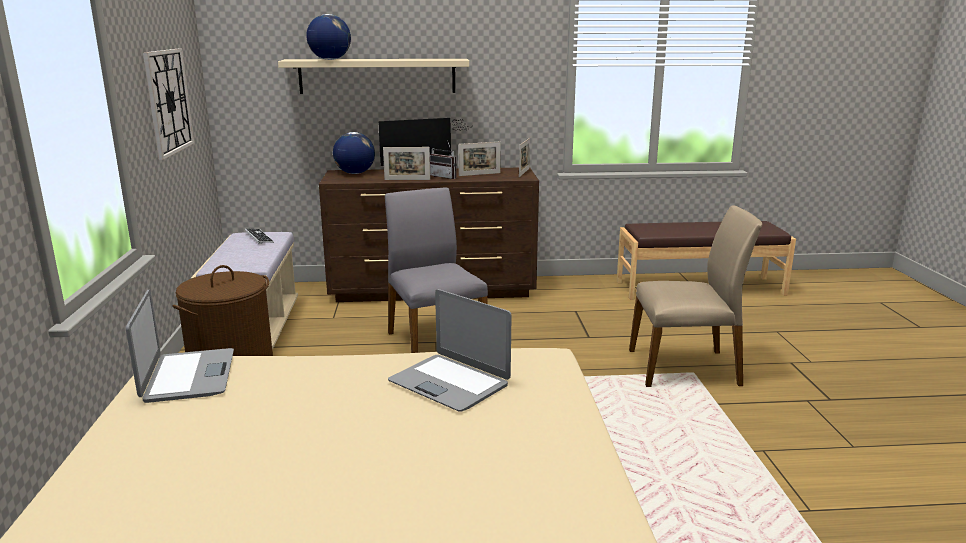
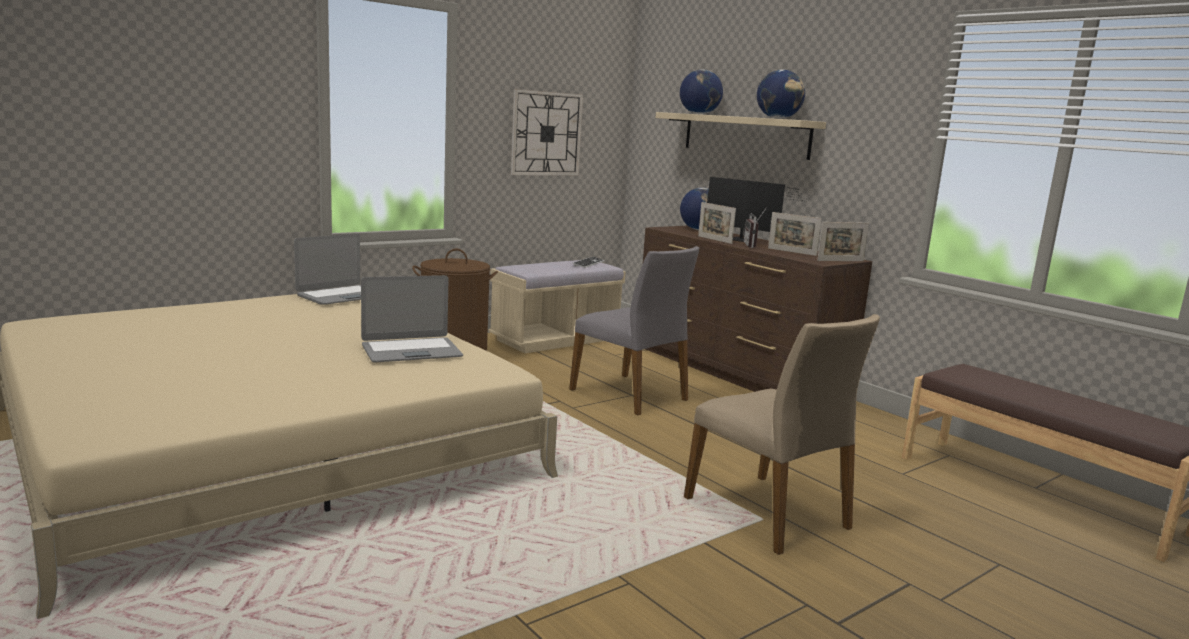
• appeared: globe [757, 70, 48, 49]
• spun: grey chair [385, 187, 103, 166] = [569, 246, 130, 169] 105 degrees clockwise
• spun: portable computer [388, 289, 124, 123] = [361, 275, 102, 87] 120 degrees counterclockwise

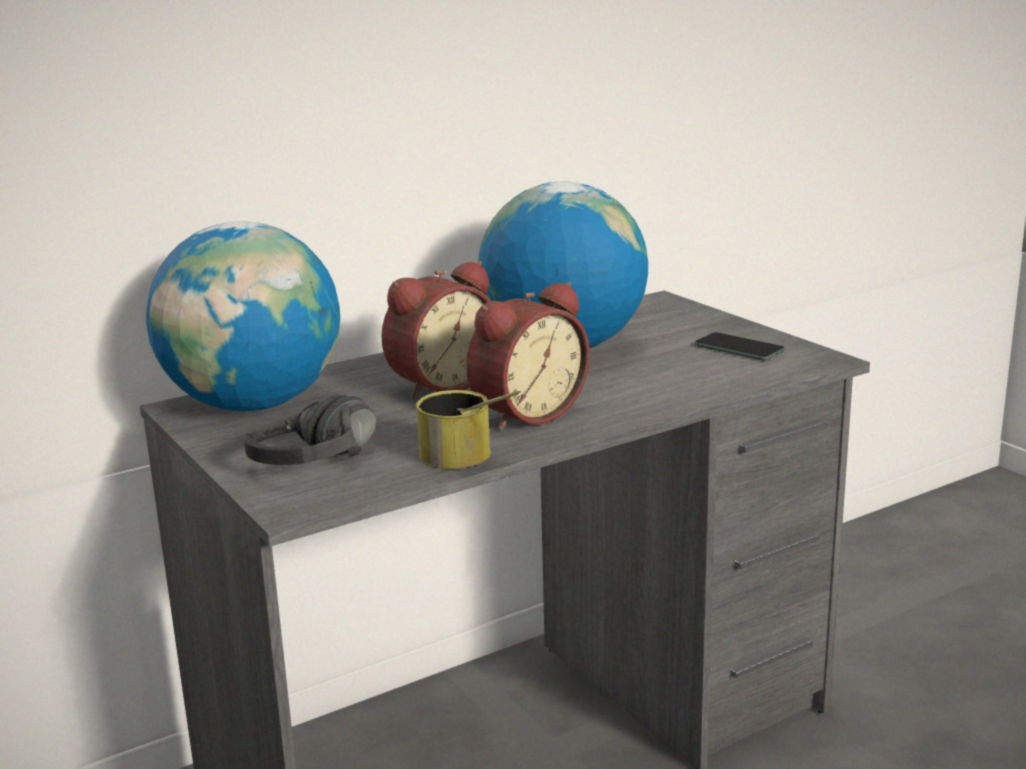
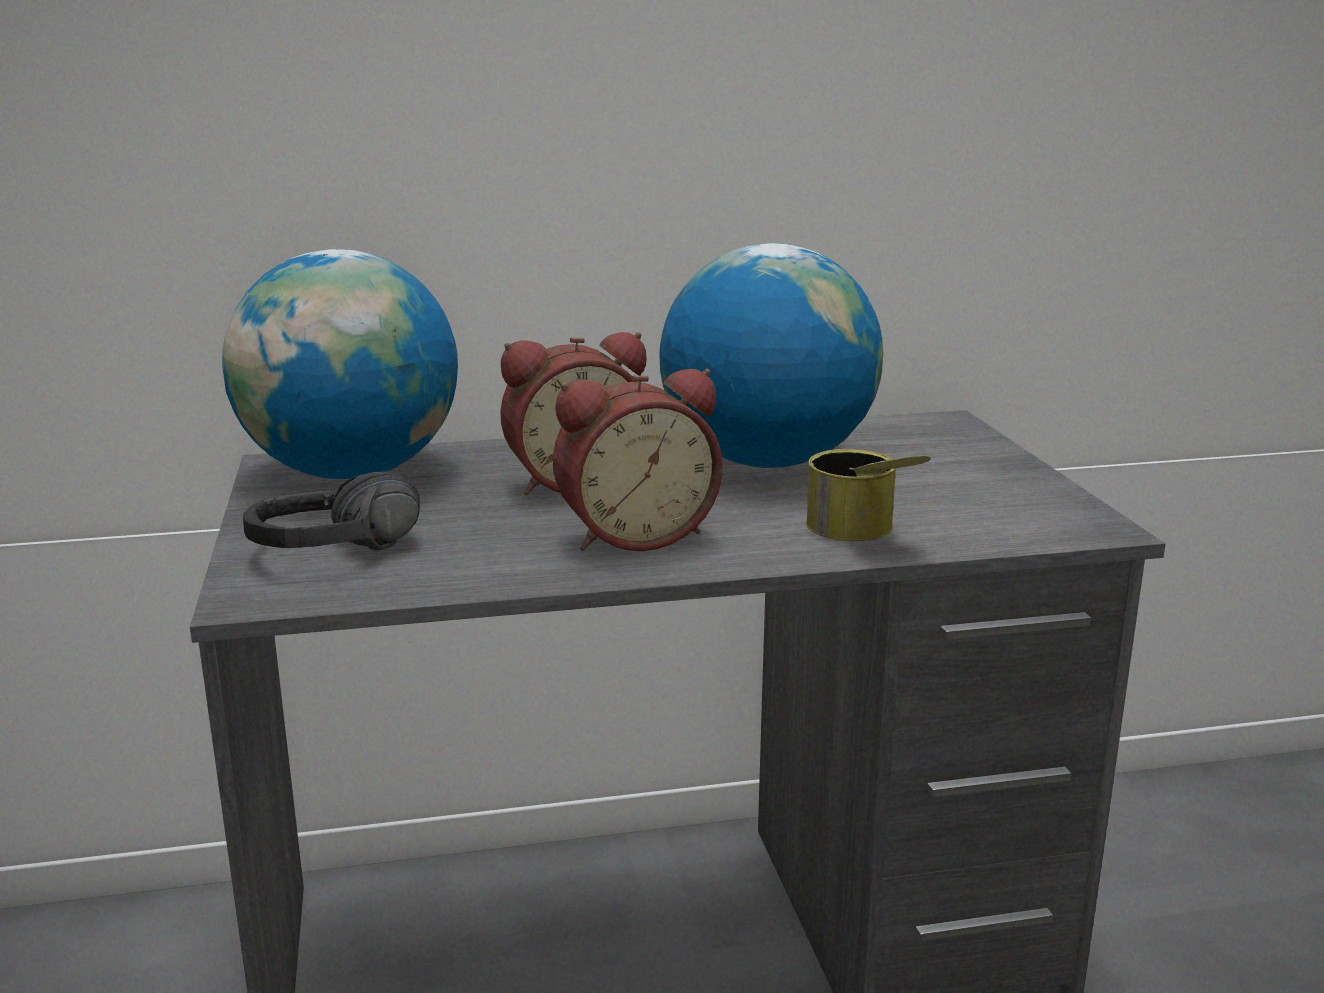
• missing: handset [695, 332, 90, 28]
• relocated: sealed can [416, 390, 105, 79] to [806, 449, 125, 92]

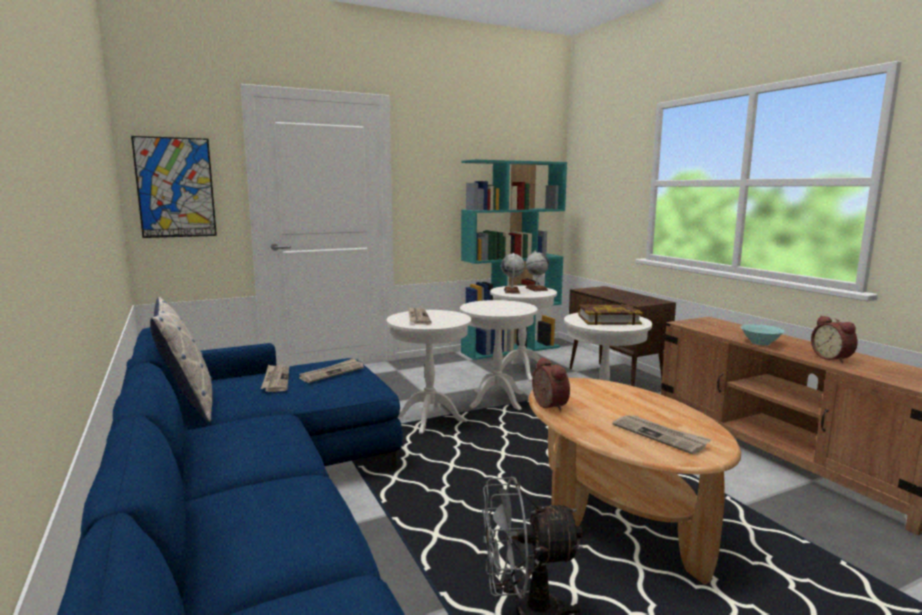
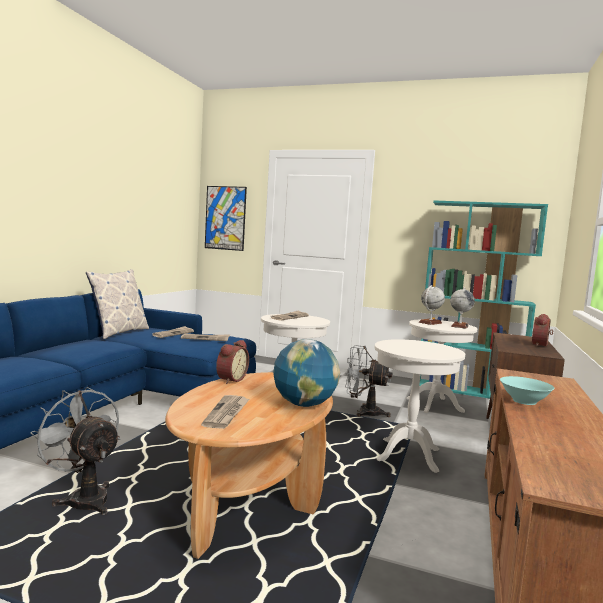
• missing: book [578, 304, 65, 21]
• appeared: globe [273, 339, 67, 68]
• relocated: bedside clock [811, 315, 47, 48] to [532, 314, 22, 33]
• exchanged: white side table [460, 300, 77, 110] to grey fan [345, 345, 47, 72]

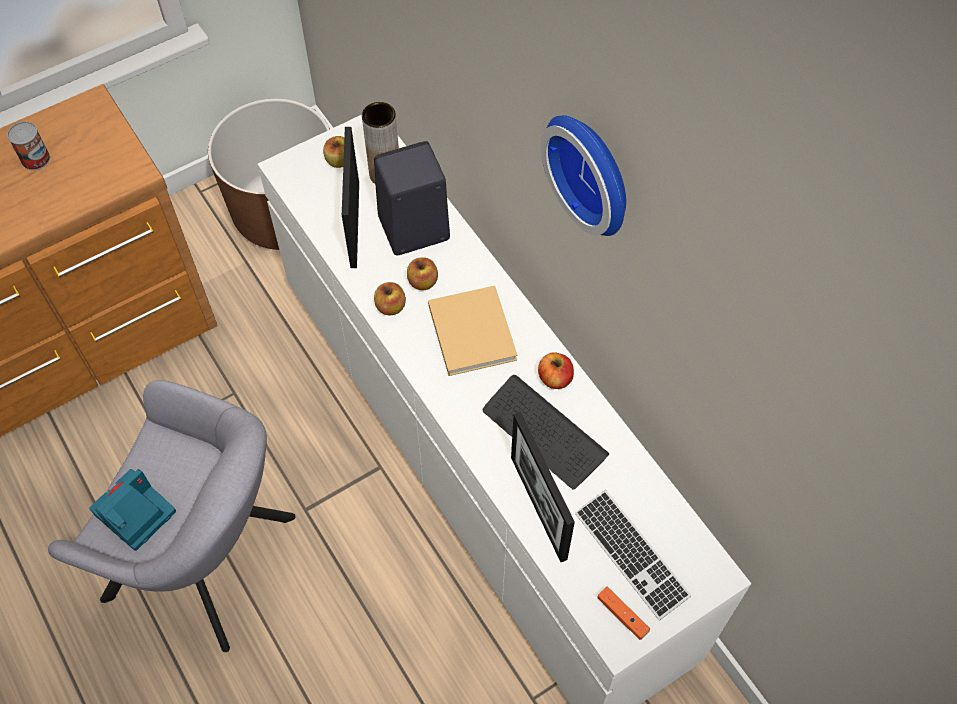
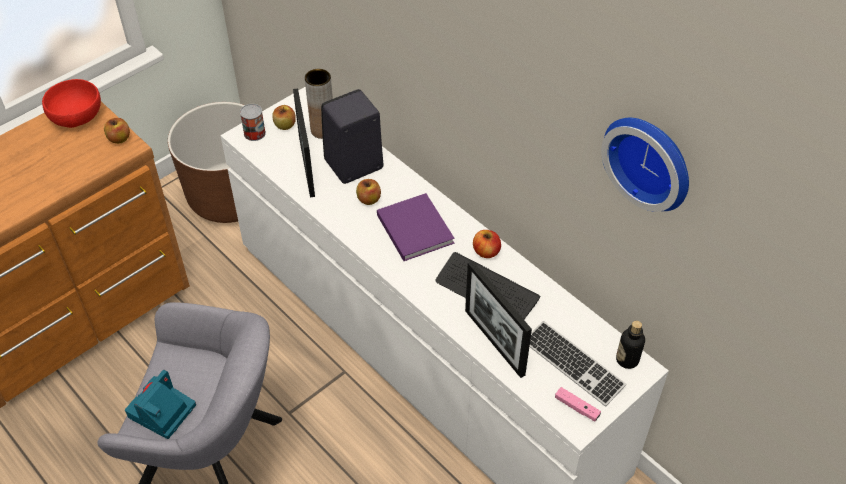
• appeared: red-coloured serving bowl [42, 79, 59, 49]
• appeared: drink bottle [616, 321, 29, 48]
• relocated: sealed can [7, 122, 43, 48] to [240, 104, 26, 37]
• relocated: whole apple [374, 282, 32, 34] to [104, 118, 26, 26]
• relocated: wall clock [541, 115, 85, 121] to [601, 118, 88, 94]
• colour: sand-coloured book [428, 286, 90, 90] to purplish book [377, 193, 78, 68]
• colour: orange gamepad [597, 586, 53, 54] to pink gamepad [555, 387, 46, 35]

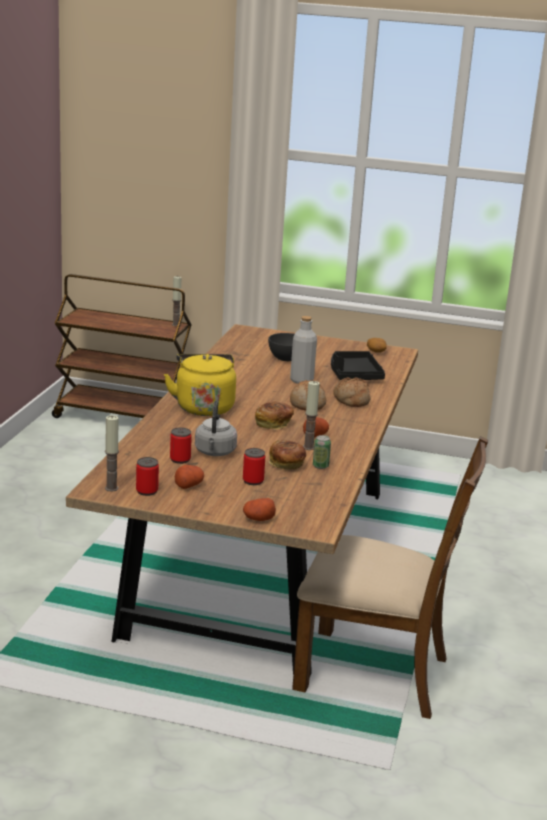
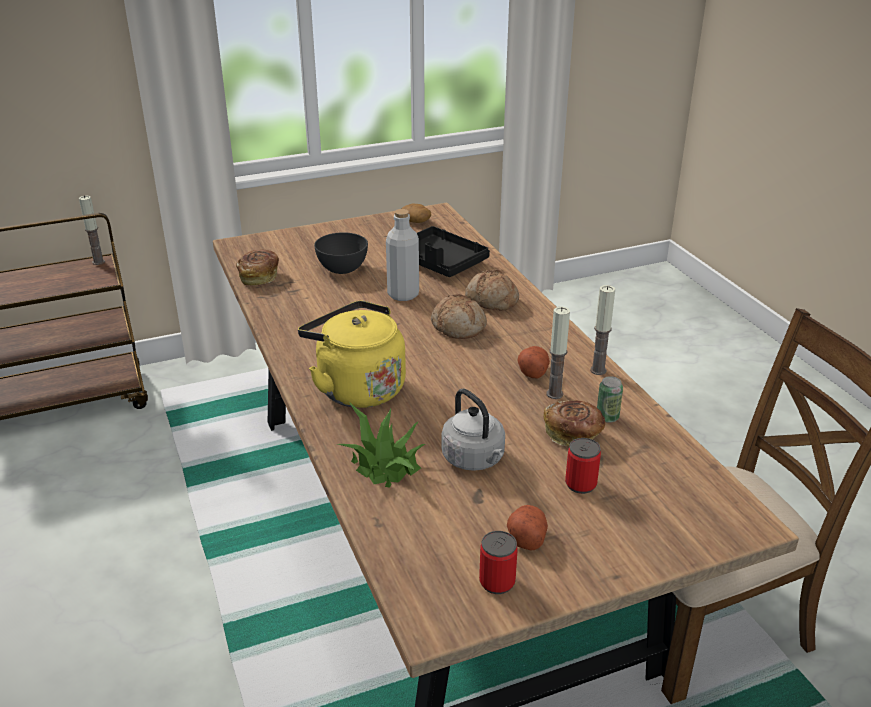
• missing: sealed can [170, 428, 22, 36]
• missing: spud [243, 498, 33, 23]
• appeared: potted plant [336, 403, 90, 85]
• relocated: wax candle [105, 415, 14, 77] to [590, 285, 25, 90]
• relocated: bakery bread [255, 402, 39, 27] to [236, 249, 43, 37]

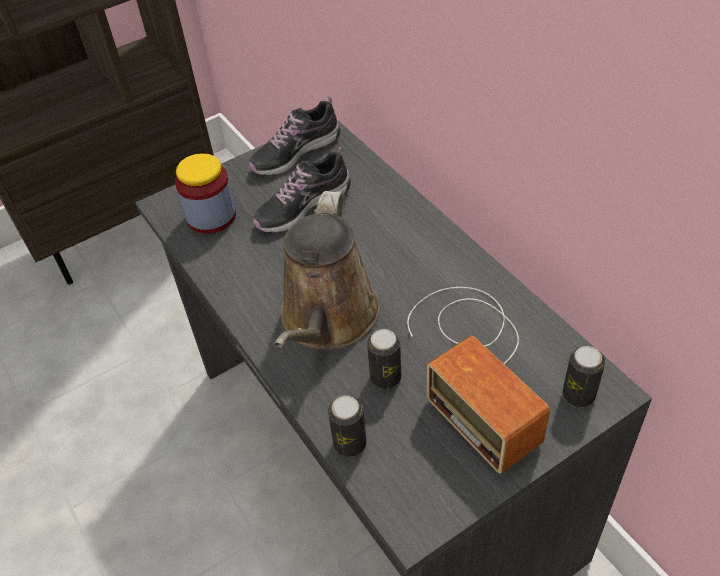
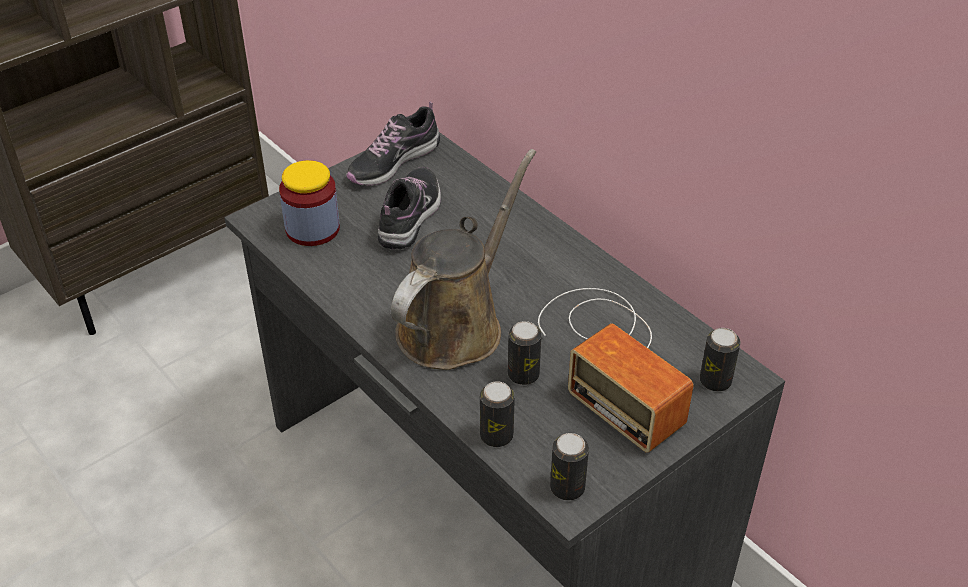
• appeared: sealed can [550, 433, 39, 67]
• spun: shoe [253, 147, 98, 86] = [378, 167, 63, 82] 150 degrees clockwise
• spun: brown watering can [274, 191, 106, 159] = [391, 149, 145, 221] 150 degrees counterclockwise

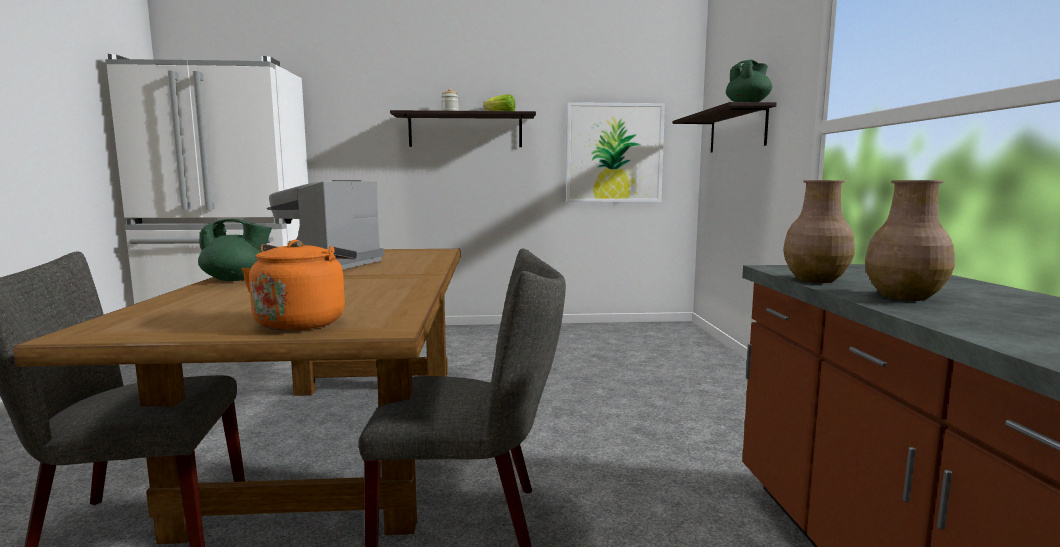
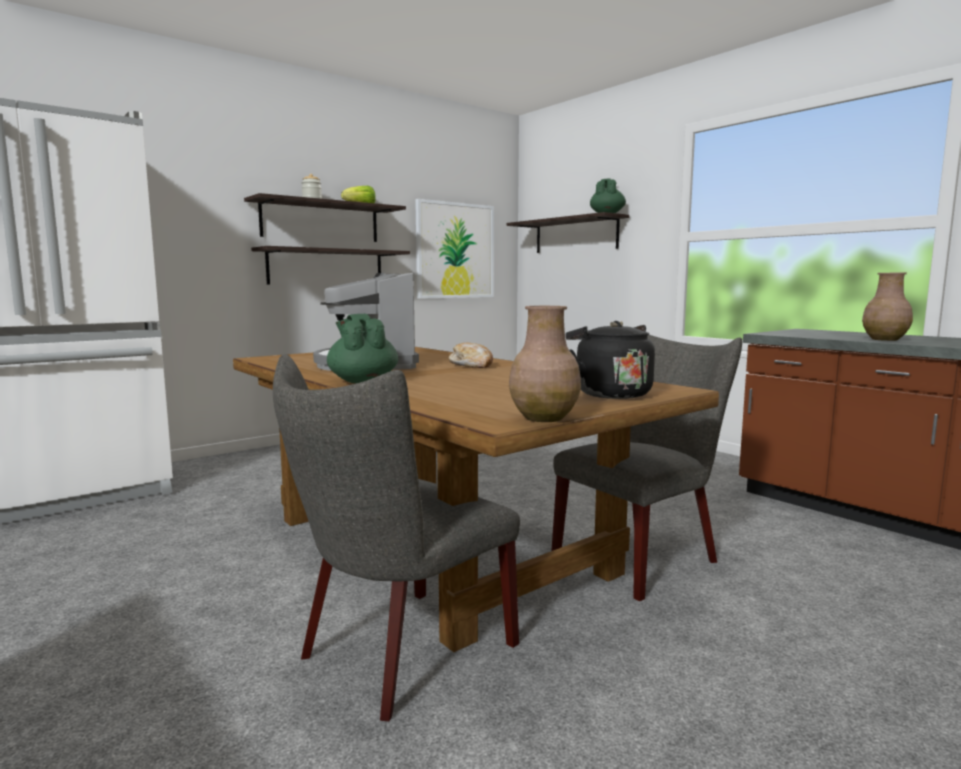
• appeared: shelf [251, 246, 159, 39]
• appeared: bakery bread [449, 343, 44, 25]
• relocated: brown flower vase [783, 180, 72, 103] to [509, 306, 72, 116]
• colour: orange water kettle [242, 240, 115, 91] to blackish water kettle [566, 321, 89, 78]
• spun: green tea pot [198, 219, 74, 62] = [327, 314, 71, 69] 75 degrees counterclockwise

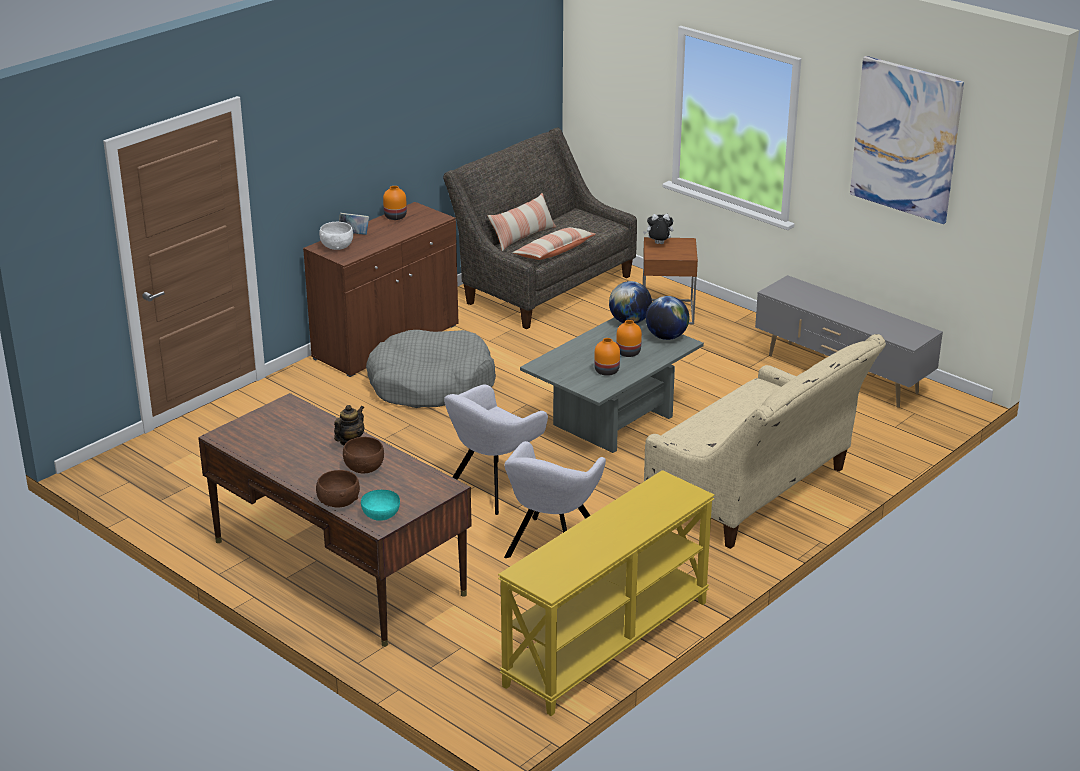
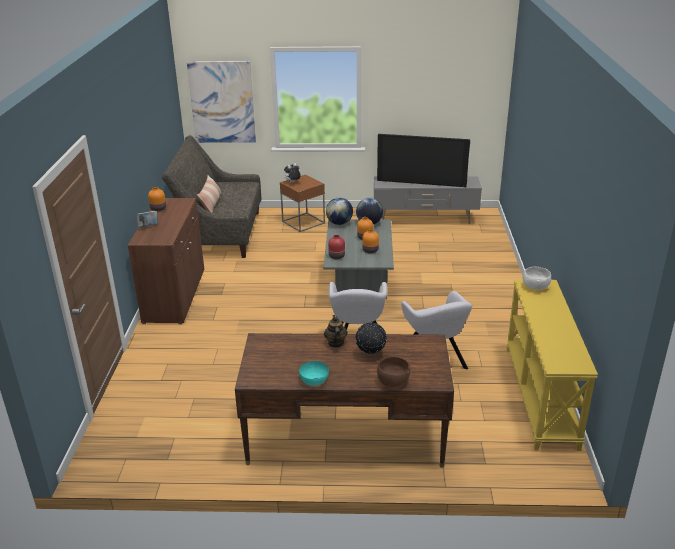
• missing: grey pet bed [366, 330, 130, 78]
• missing: pillow [513, 227, 83, 33]
• missing: sand-coloured couch [644, 334, 242, 215]
• appeared: red-coloured flower vase [328, 235, 17, 24]
• appeared: television [377, 134, 93, 53]
• relocated: white serving bowl [319, 222, 34, 28] to [523, 267, 28, 23]
• relocated: blue-green serving bowl [361, 490, 39, 31] to [299, 361, 30, 25]
• relocated: wall picture [850, 56, 114, 168] to [187, 61, 69, 82]
• exchanged: brown serving bowl [343, 437, 41, 36] to globe [355, 321, 32, 34]

